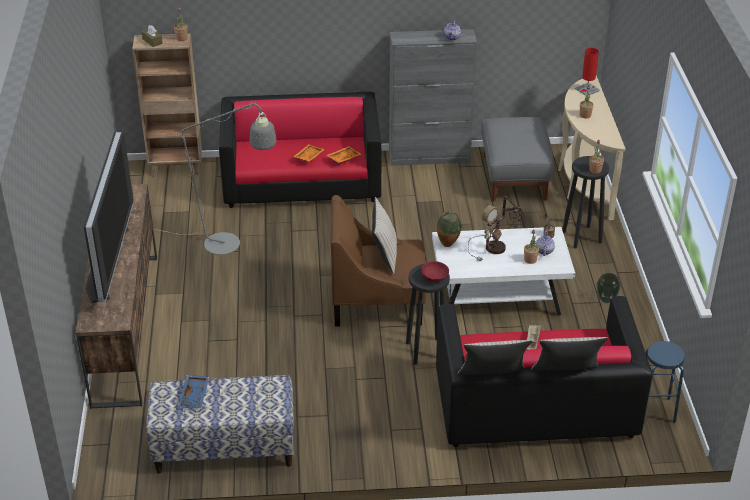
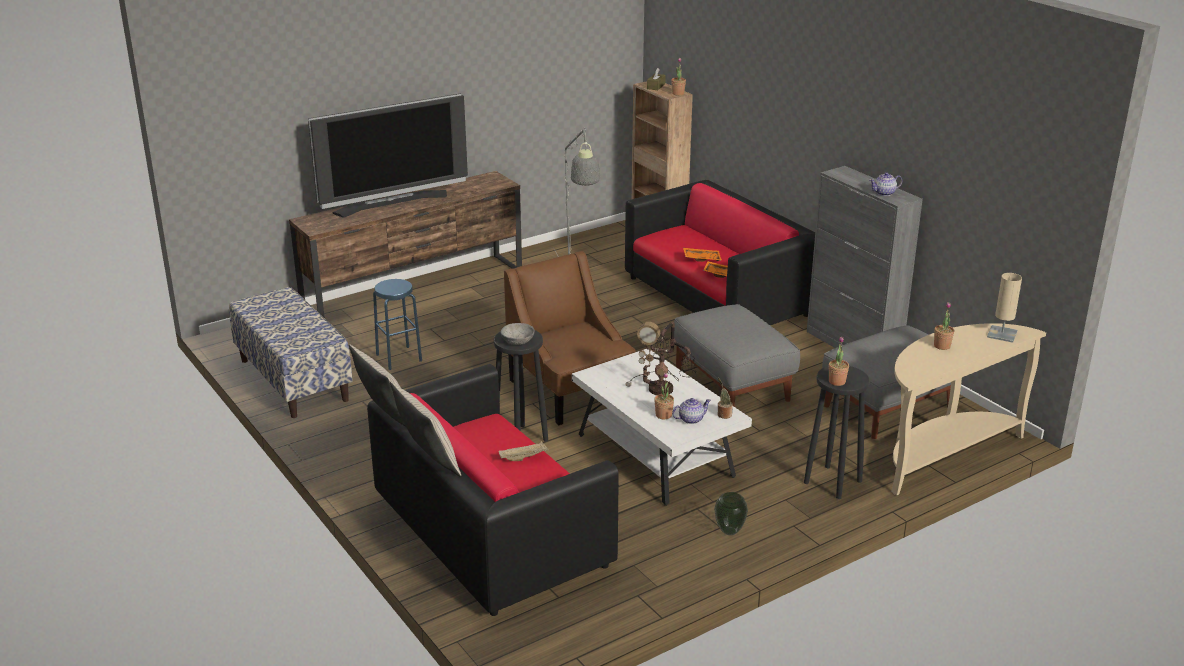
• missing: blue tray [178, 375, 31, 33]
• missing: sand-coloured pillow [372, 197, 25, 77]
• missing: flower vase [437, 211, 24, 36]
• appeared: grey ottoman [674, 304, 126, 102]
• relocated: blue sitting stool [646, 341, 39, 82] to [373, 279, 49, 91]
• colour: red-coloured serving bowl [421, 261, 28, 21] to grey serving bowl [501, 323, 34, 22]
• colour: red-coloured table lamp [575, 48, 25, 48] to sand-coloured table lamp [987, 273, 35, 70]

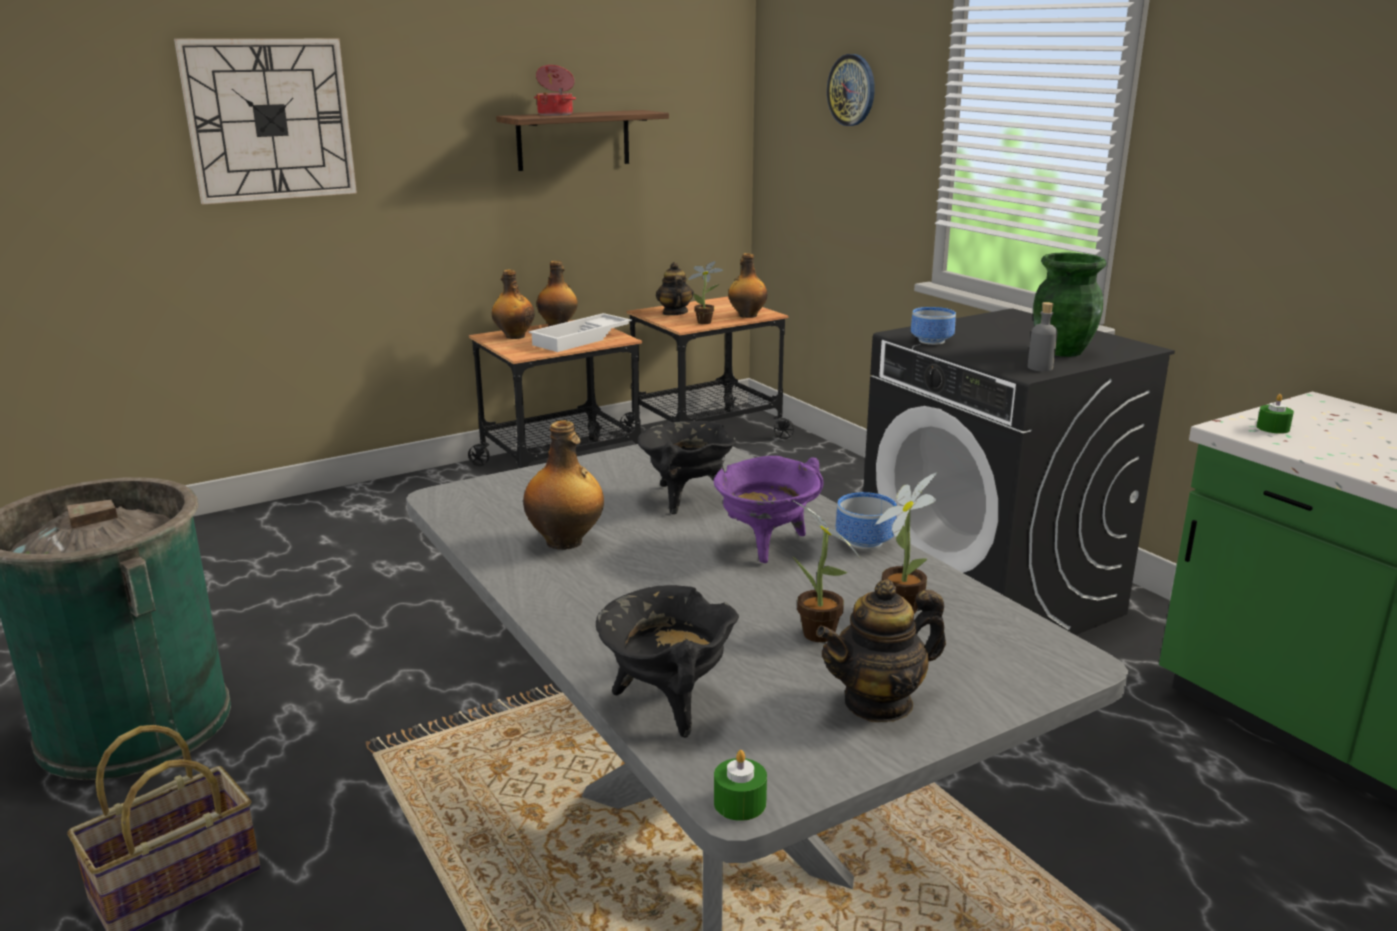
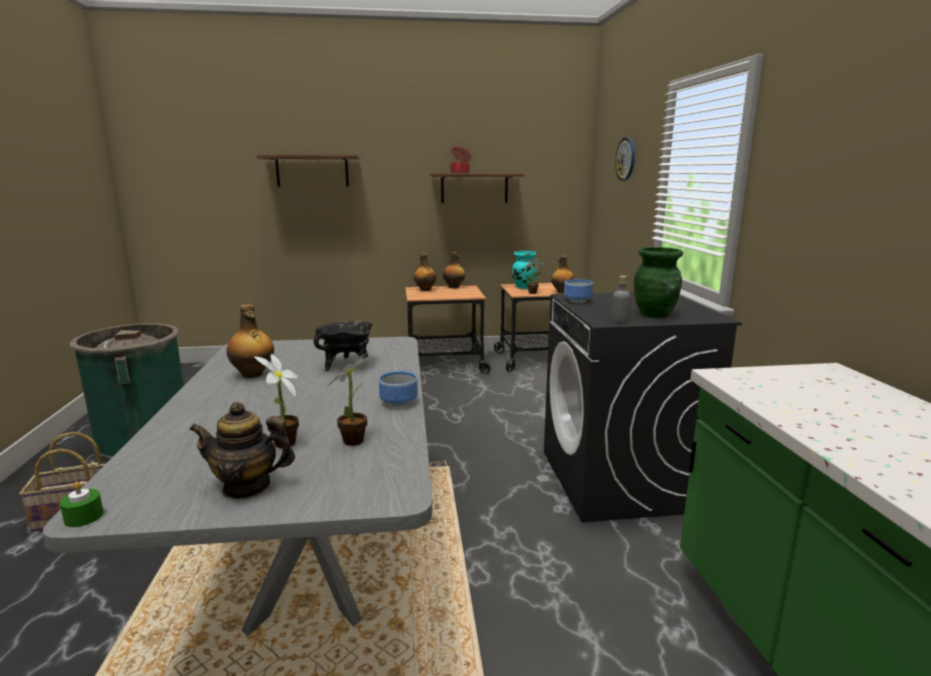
• missing: white tray [528, 313, 104, 39]
• missing: blackish cooking pot [596, 585, 143, 153]
• missing: purplish cooking pot [714, 456, 110, 107]
• missing: green wax candle [1256, 394, 38, 40]
• exchanged: wall clock [174, 39, 183, 166] to shelf [257, 155, 102, 32]
• exchanged: tea pot [656, 262, 38, 54] to blue-green flower vase [512, 251, 25, 38]

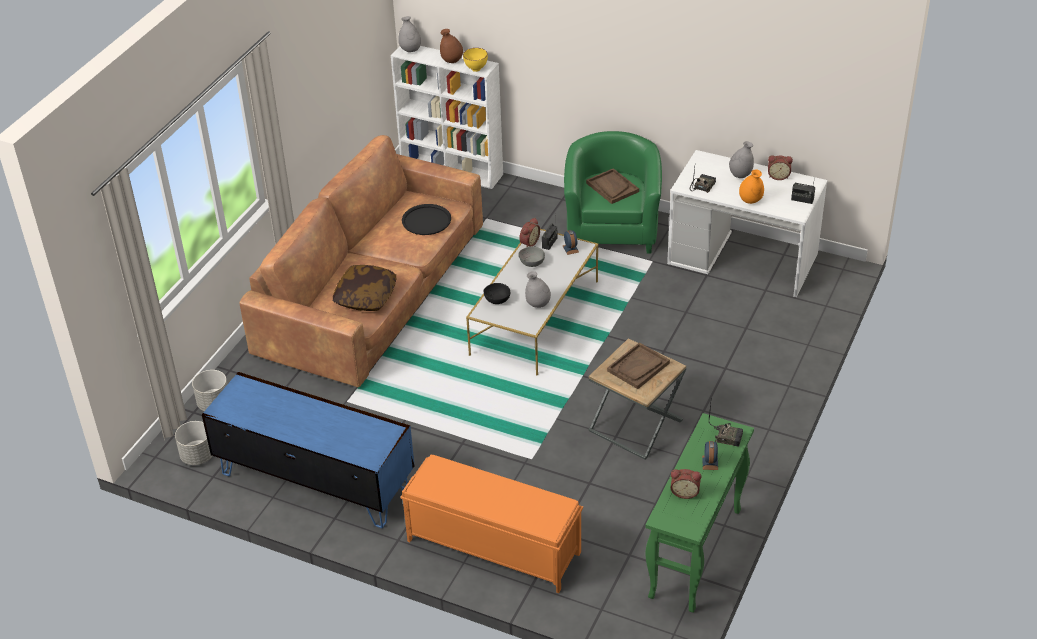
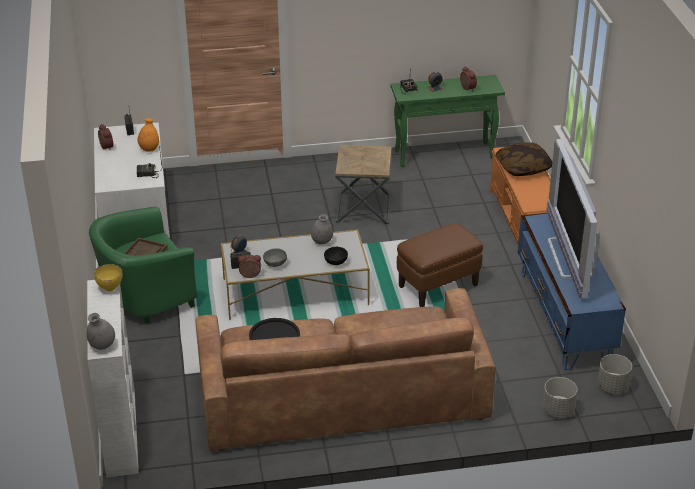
• missing: brown flower vase [440, 29, 23, 34]
• missing: brown tray [607, 342, 63, 47]
• missing: grey flower vase [729, 141, 25, 37]
• appeared: brown ottoman [397, 223, 86, 84]
• appeared: television [547, 139, 53, 159]
• relocated: pillow [333, 265, 63, 46] to [496, 143, 56, 33]

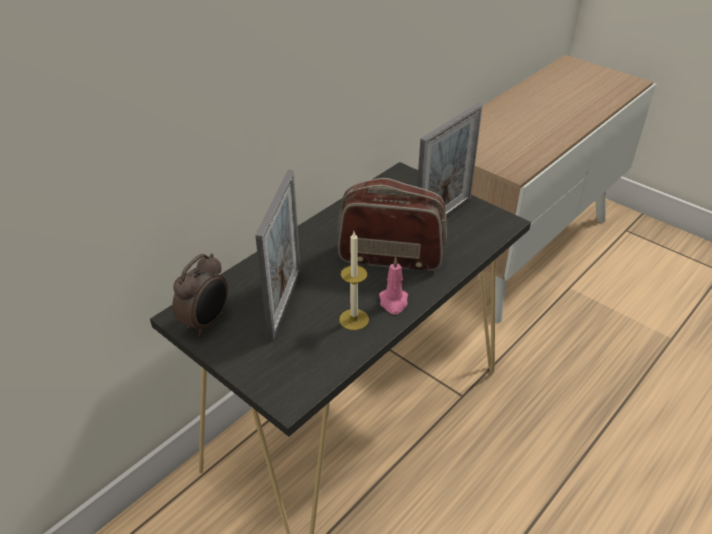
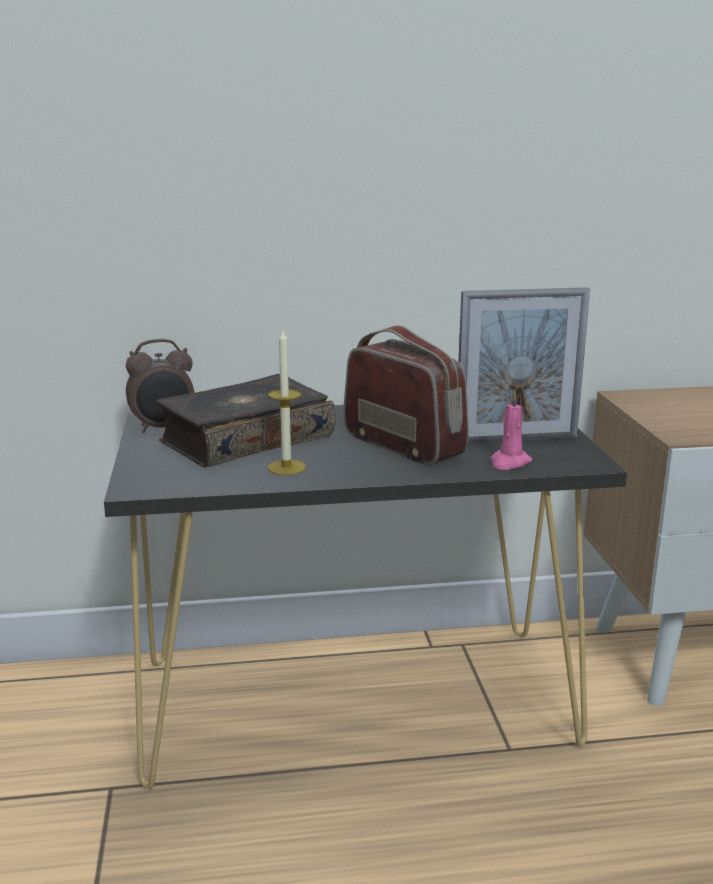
• relocated: pink wax candle [379, 257, 29, 58] to [491, 391, 41, 79]
• exchanged: photo frame [255, 169, 46, 172] to book [157, 374, 179, 94]

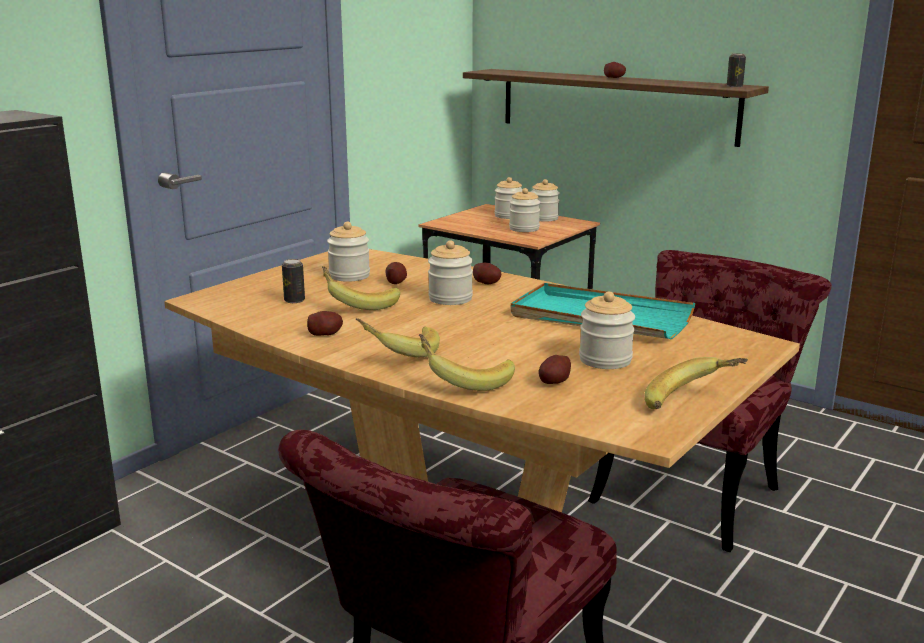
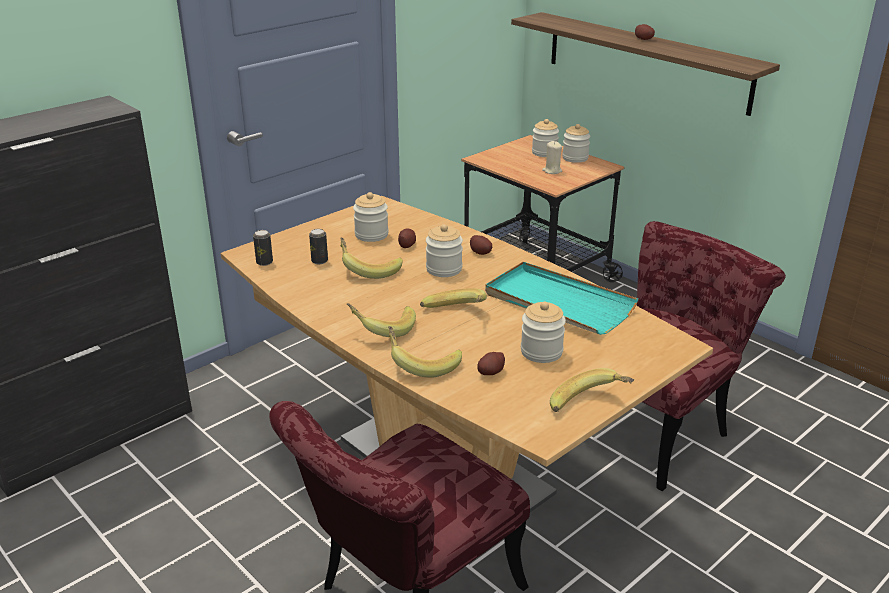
• missing: spud [307, 311, 36, 25]
• appeared: whole banana [420, 288, 67, 20]
• relocated: sealed can [727, 53, 19, 34] to [253, 230, 20, 36]
• exchanged: jar [509, 188, 31, 44] to sand-coloured wax candle [542, 141, 20, 33]

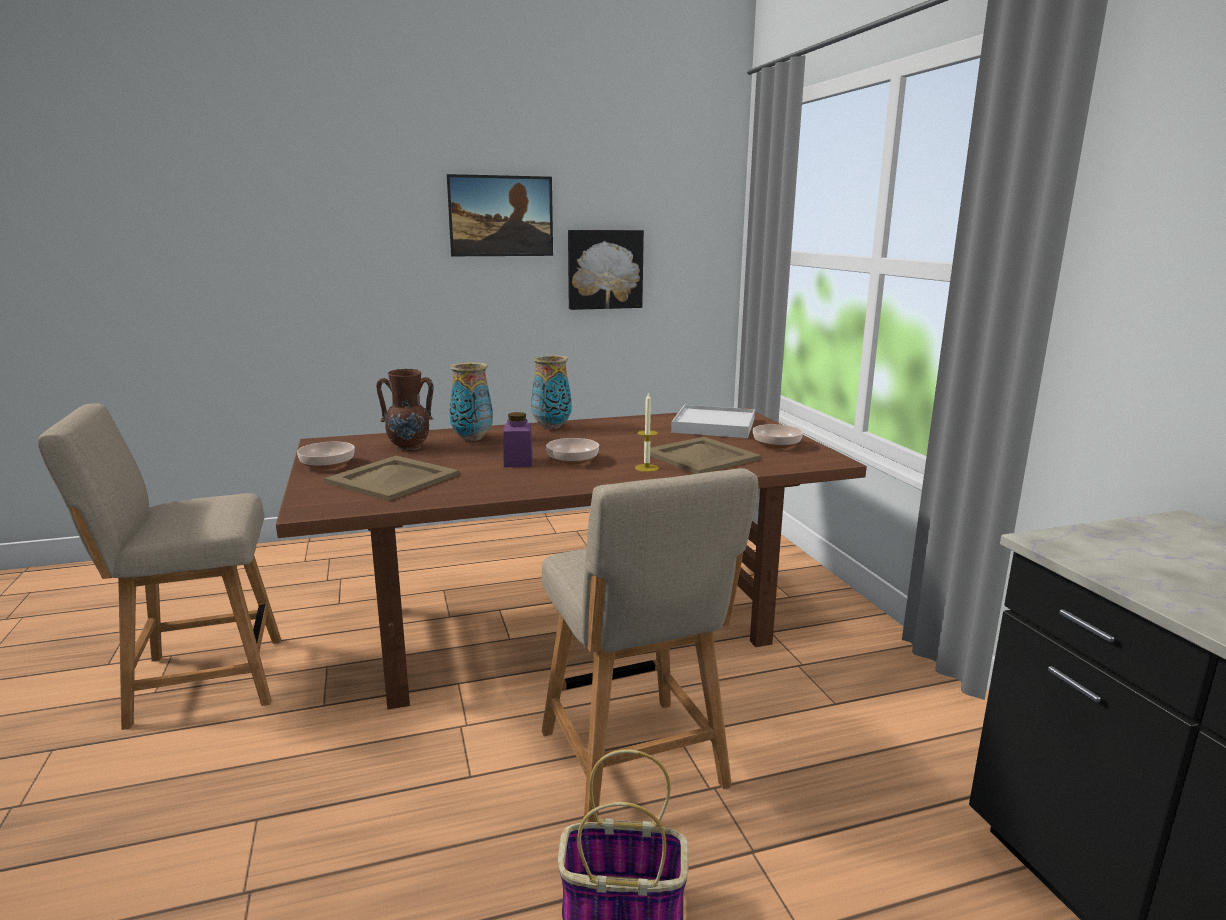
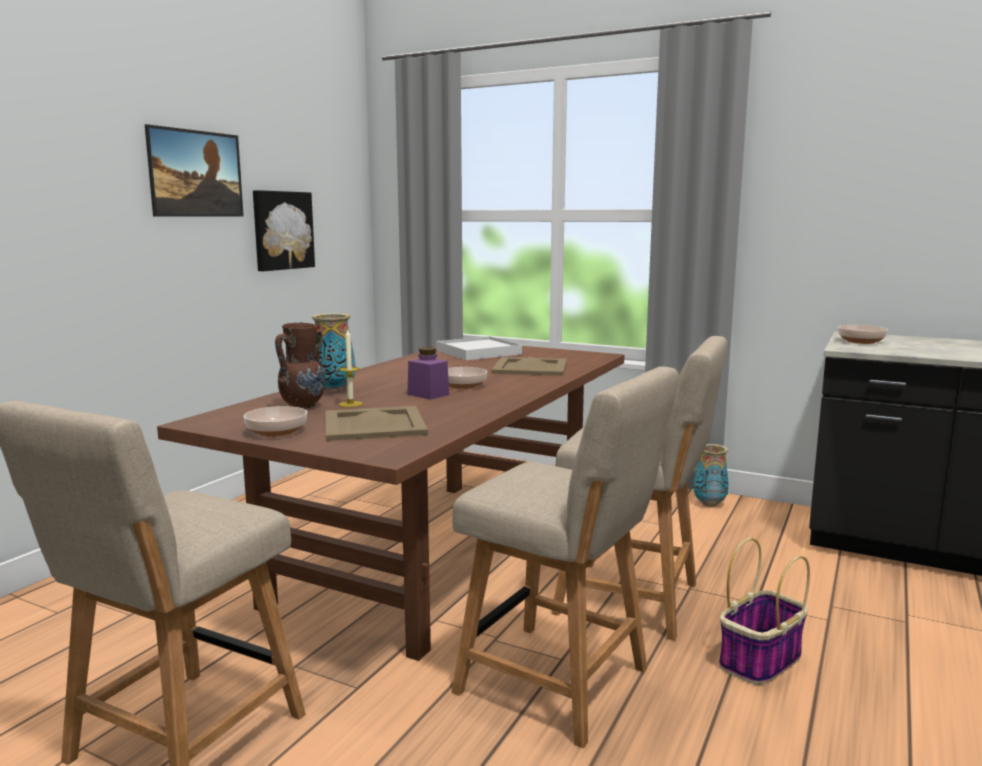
• appeared: sand-coloured chair [452, 366, 227, 382]
• relocated: flower vase [531, 355, 41, 74] to [693, 444, 36, 63]
• relocated: wax candle [635, 392, 24, 80] to [339, 330, 23, 77]
• relocated: serving bowl [753, 424, 50, 25] to [838, 325, 50, 19]

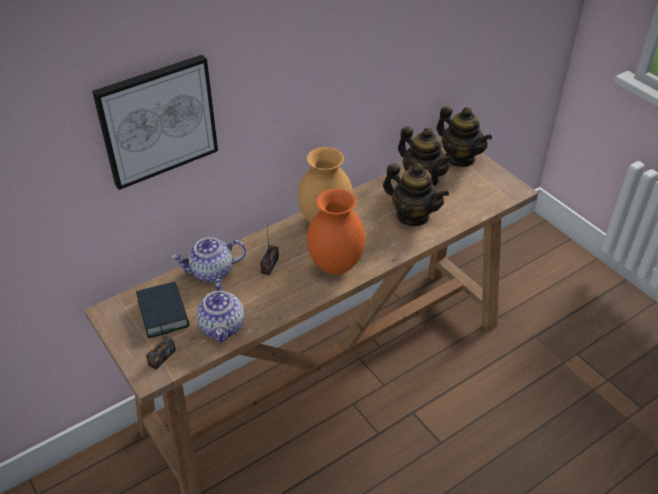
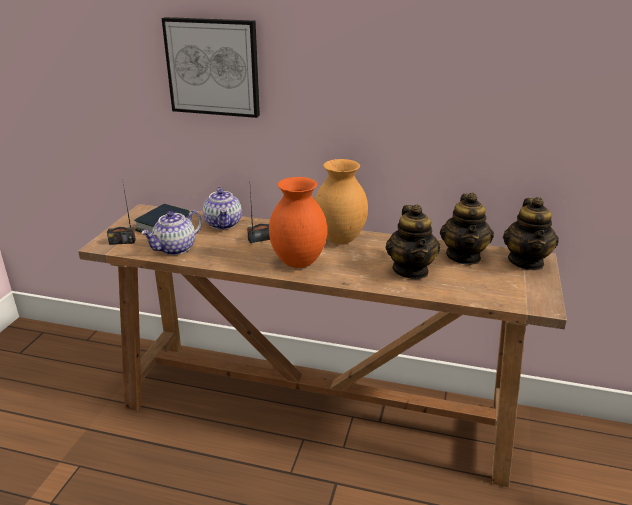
• spun: tea pot [172, 237, 74, 45] = [203, 187, 39, 42] 135 degrees counterclockwise

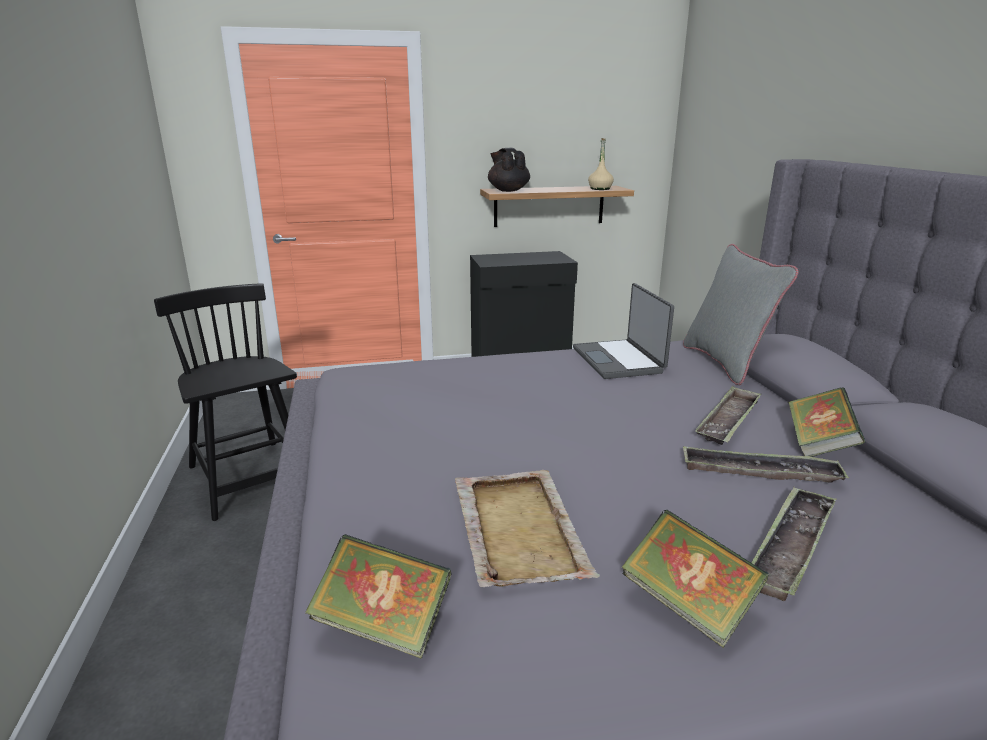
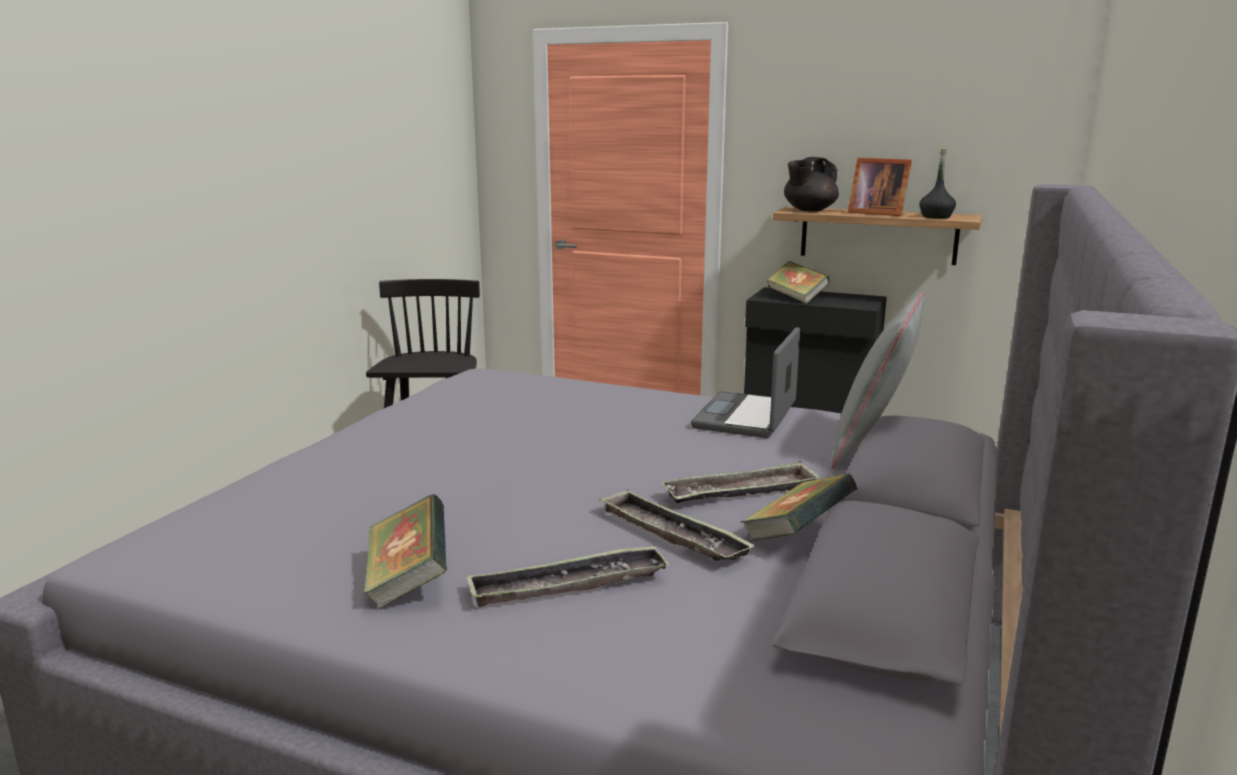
• missing: sand-coloured tray [455, 470, 145, 117]
• appeared: photo frame [848, 158, 64, 58]
• relocated: book [305, 534, 147, 124] to [767, 261, 63, 43]
• colour: sand-coloured drink bottle [588, 138, 26, 52] to blackish drink bottle [919, 148, 37, 71]
• spun: blackish tea pot [488, 148, 42, 44] = [784, 157, 55, 54] 135 degrees counterclockwise

